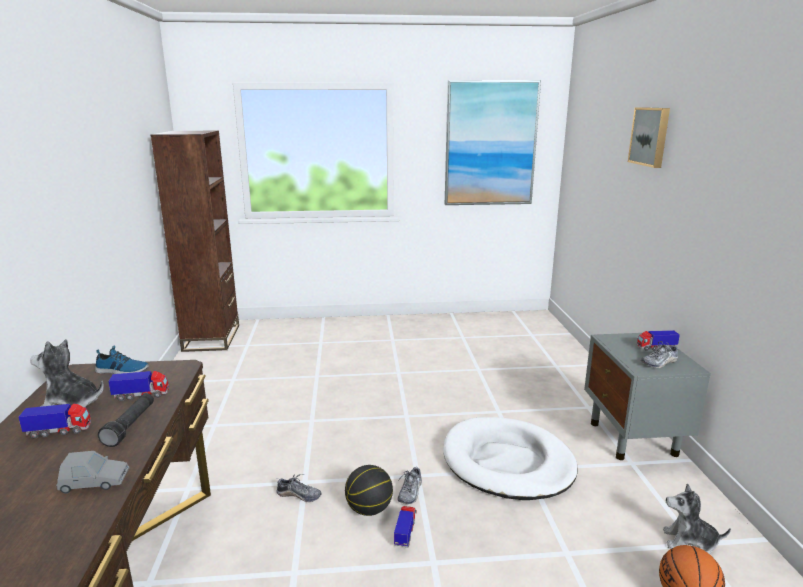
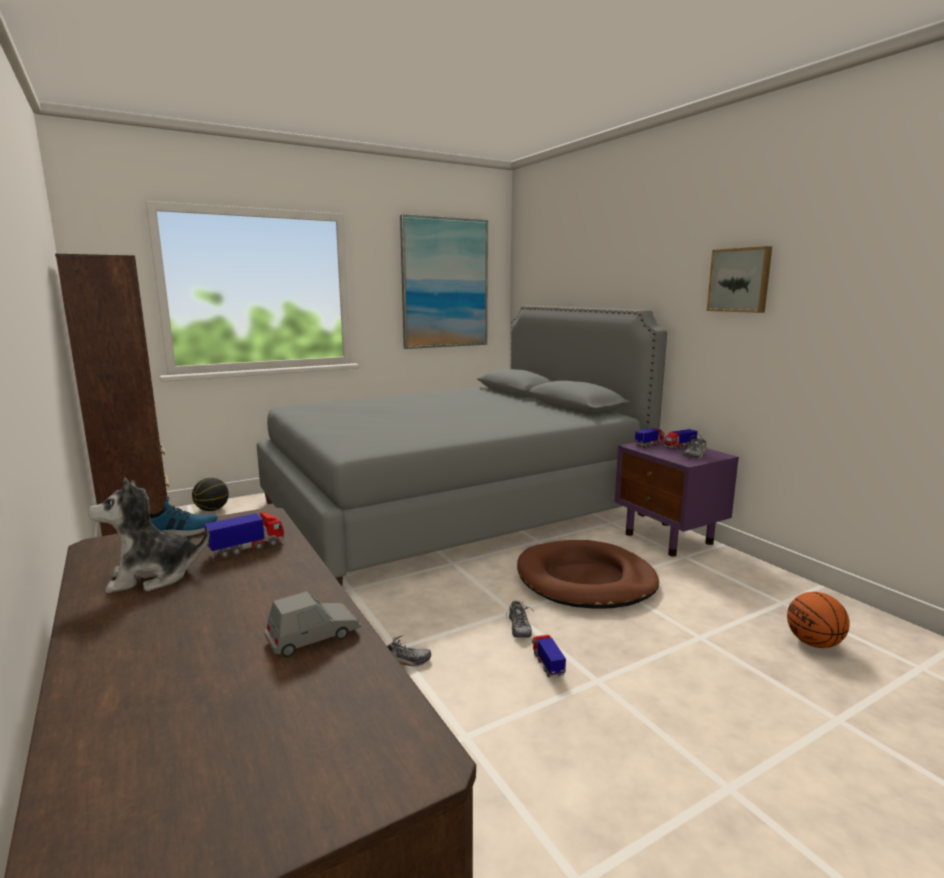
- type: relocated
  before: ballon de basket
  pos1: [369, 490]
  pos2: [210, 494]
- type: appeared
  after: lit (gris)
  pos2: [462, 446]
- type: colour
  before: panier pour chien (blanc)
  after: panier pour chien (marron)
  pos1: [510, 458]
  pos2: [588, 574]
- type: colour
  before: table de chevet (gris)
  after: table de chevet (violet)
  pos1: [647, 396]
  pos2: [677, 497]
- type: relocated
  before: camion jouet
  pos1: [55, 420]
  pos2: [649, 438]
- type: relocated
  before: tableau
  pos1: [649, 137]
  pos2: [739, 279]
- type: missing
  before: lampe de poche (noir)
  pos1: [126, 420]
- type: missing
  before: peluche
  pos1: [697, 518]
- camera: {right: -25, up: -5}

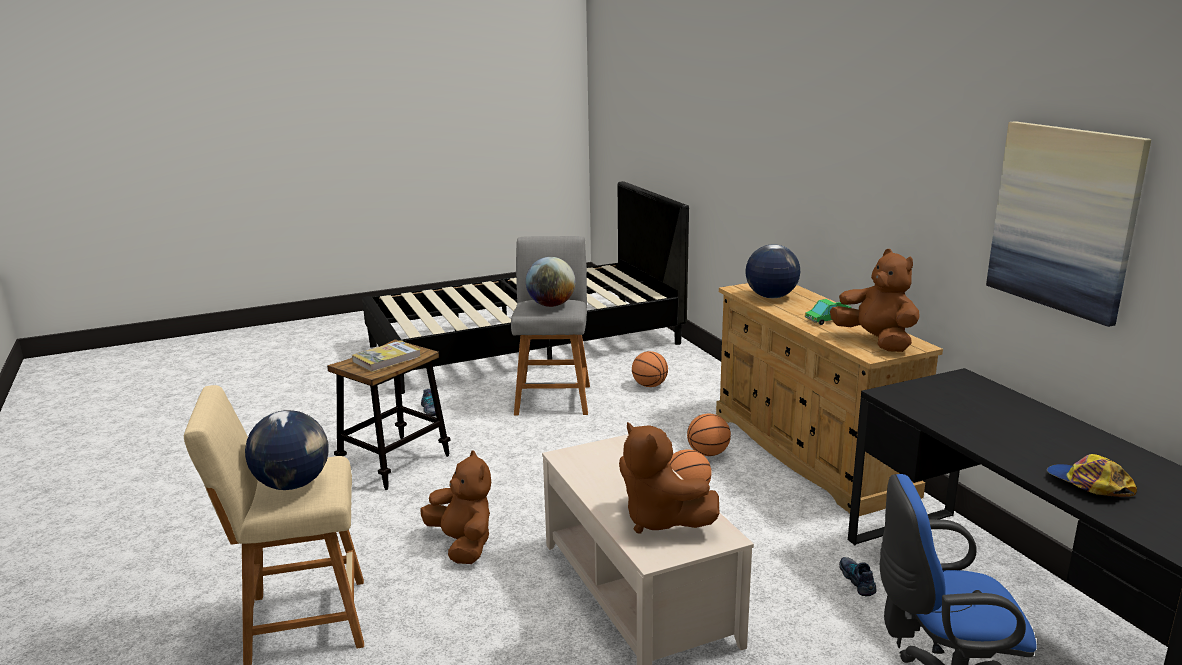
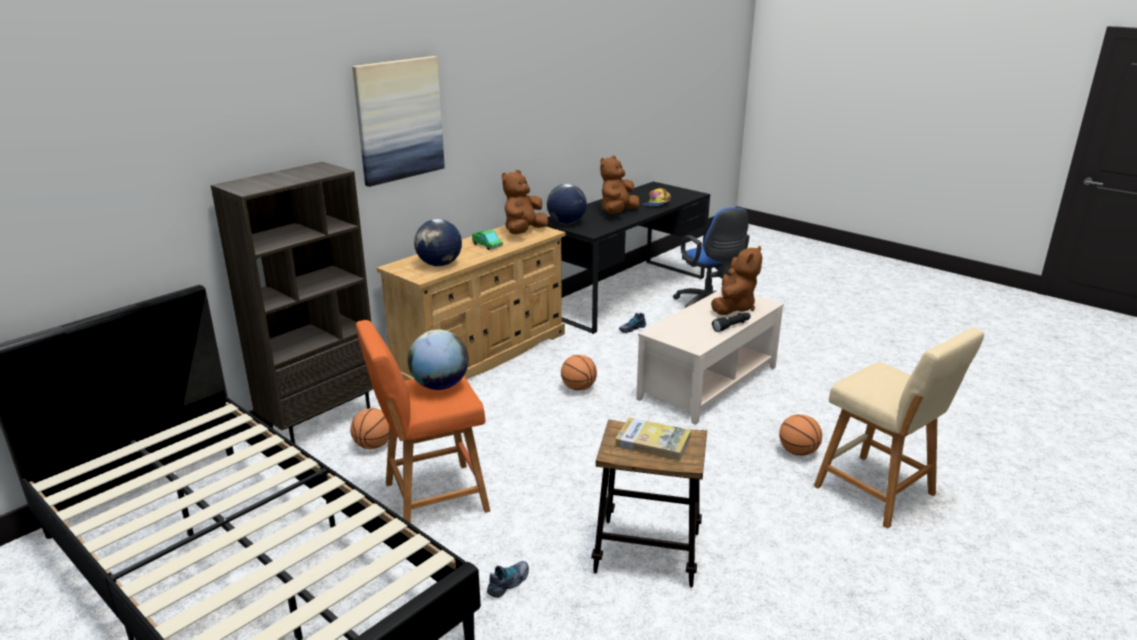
- type: appeared
  after: bibliothèque (marron)
  pos2: [292, 303]
- type: relocated
  before: tableau
  pos1: [1068, 224]
  pos2: [398, 121]
- type: colour
  before: tabouret (gris)
  after: tabouret (orange)
  pos1: [550, 325]
  pos2: [423, 421]
- type: relocated
  before: globe
  pos1: [287, 450]
  pos2: [567, 204]
- type: relocated
  before: peluche (marron)
  pos1: [455, 507]
  pos2: [620, 185]
- type: appeared
  after: lampe de poche (noir)
  pos2: [731, 322]
- type: relocated
  before: ballon de basket
  pos1: [709, 435]
  pos2: [800, 435]
- camera: {right: -115, up: 5}

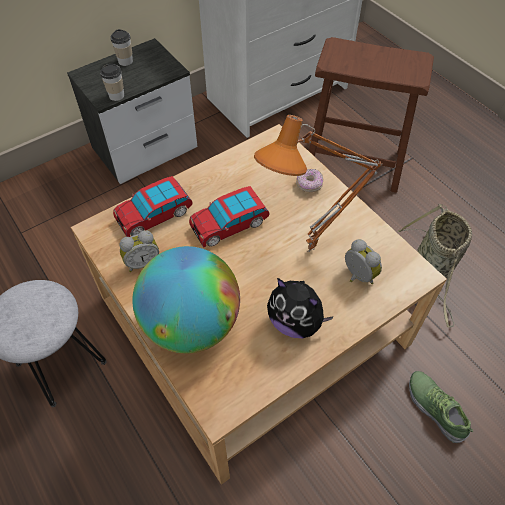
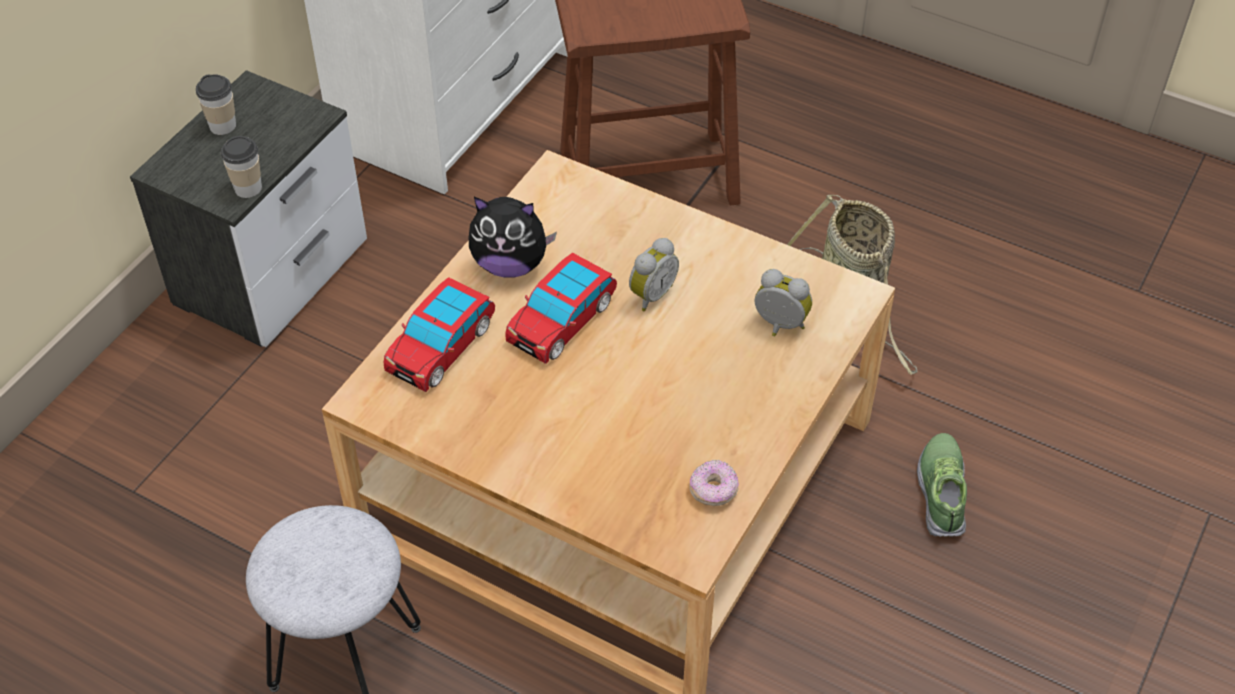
- type: relocated
  before: peluche
  pos1: [300, 308]
  pos2: [513, 237]
- type: relocated
  before: réveil
  pos1: [139, 251]
  pos2: [654, 274]
- type: relocated
  before: beignet
  pos1: [310, 180]
  pos2: [714, 482]
- type: spun
  before: chaussure
  pos1: [441, 407]
  pos2: [942, 485]
  turn: 60
- type: missing
  before: globe
  pos1: [186, 300]
- type: missing
  before: lampe de table (orange)
  pos1: [318, 183]
- camera: {right: -25, up: -5}

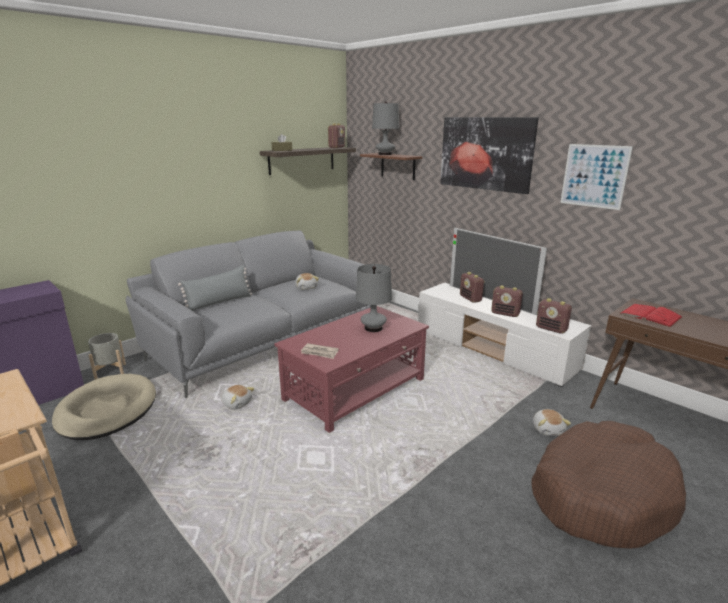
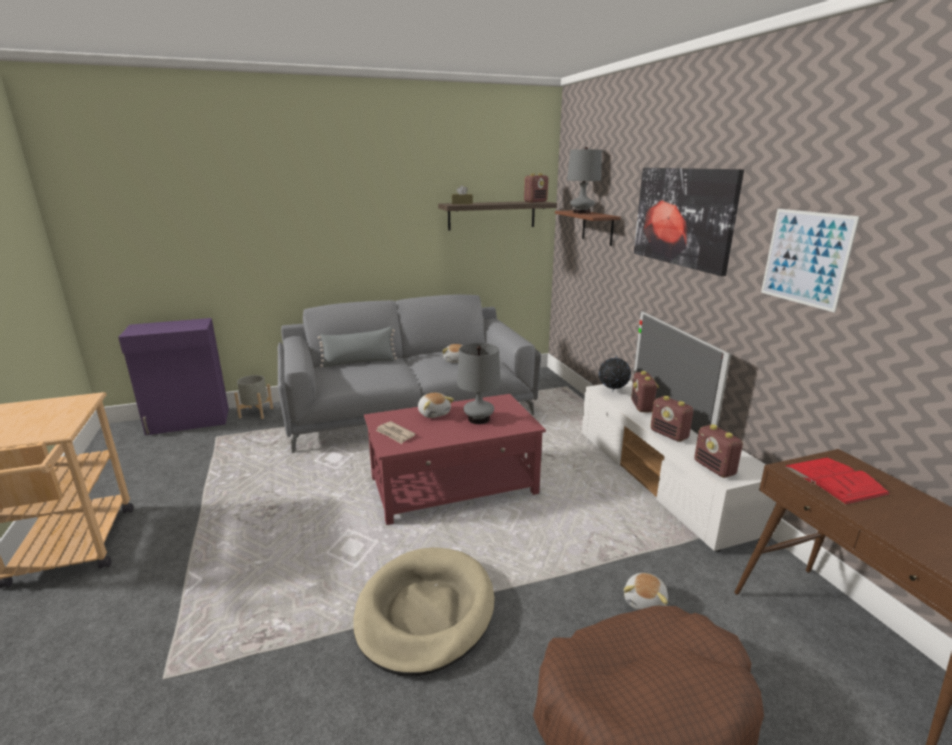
- type: relocated
  before: panier pour chien (beige)
  pos1: [104, 407]
  pos2: [424, 611]
- type: relocated
  before: peluche
  pos1: [238, 397]
  pos2: [436, 405]
- type: appeared
  after: globe
  pos2: [615, 373]
- camera: {right: 25, up: 0}

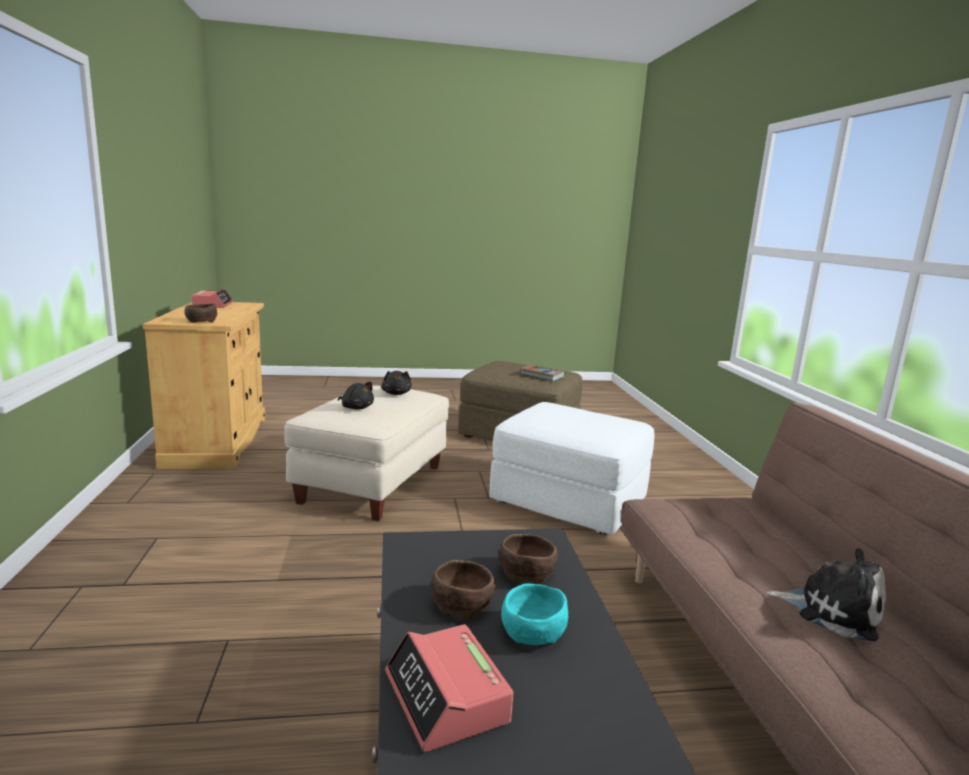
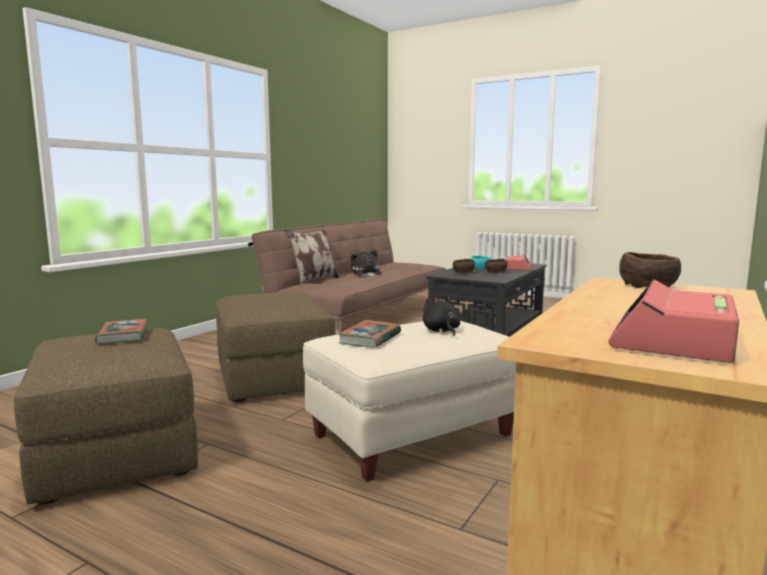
- type: colour
  before: pouf (blanc)
  after: pouf (marron)
  pos1: [571, 468]
  pos2: [275, 347]
- type: appeared
  after: coussin
  pos2: [312, 256]
- type: exchanged
  before: peluche (noir)
  after: livre
  pos1: [396, 383]
  pos2: [369, 334]
- camera: {right: -140, up: -5}

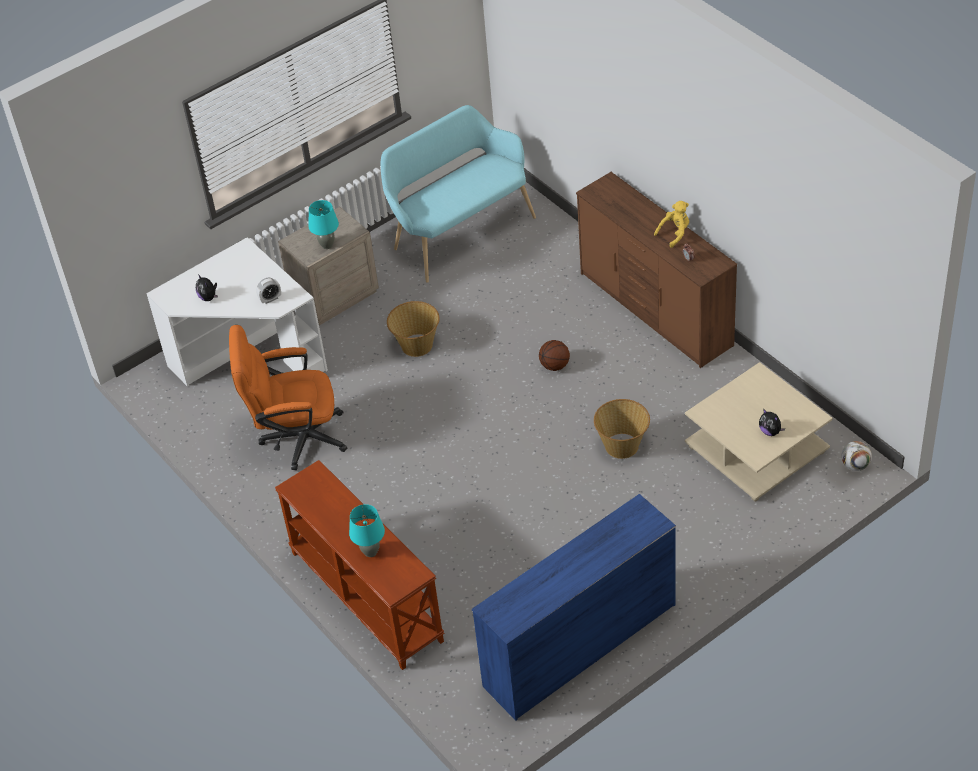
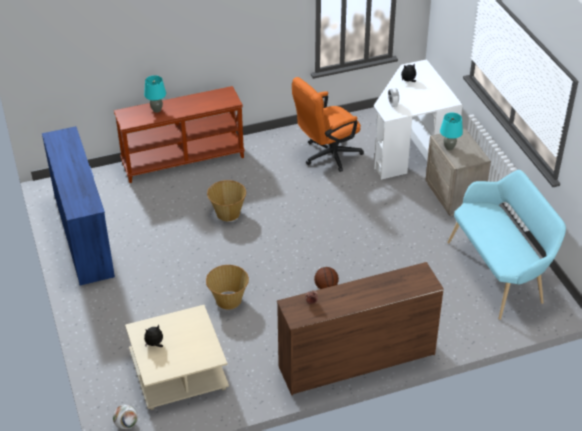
- type: relocated
  before: panier
  pos1: [413, 329]
  pos2: [226, 200]
- type: spun
  before: chaise de bureau (orange)
  pos1: [288, 397]
  pos2: [328, 124]
  turn: -135
- type: missing
  before: peluche (jaune)
  pos1: [671, 224]
- camera: {right: 105, up: -5}

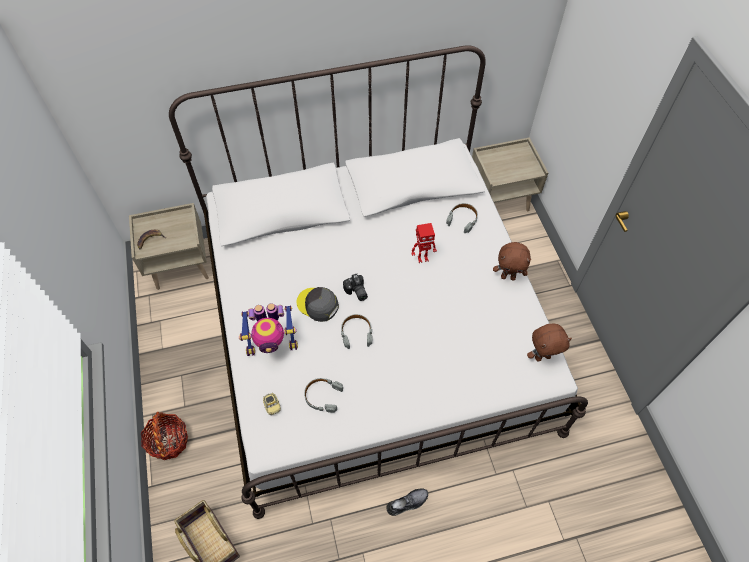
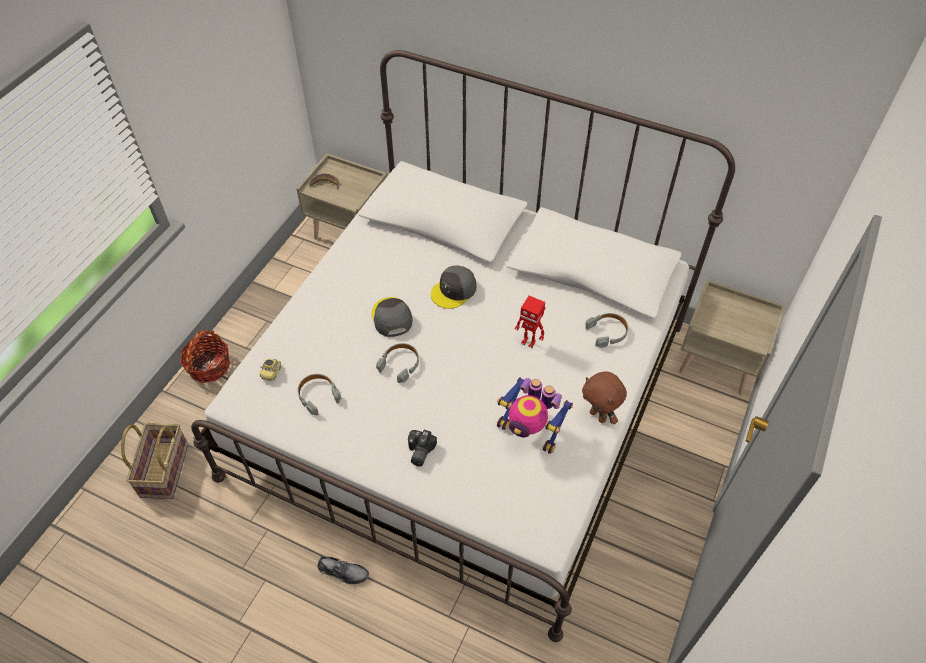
- type: relocated
  before: appareil photo
  pos1: [355, 287]
  pos2: [422, 448]
- type: appeared
  after: casquette (gris)
  pos2: [454, 287]
- type: relocated
  before: robot jouet
  pos1: [268, 329]
  pos2: [535, 415]
- type: missing
  before: peluche (marron)
  pos1: [549, 343]
- camera: {right: 40, up: -5}

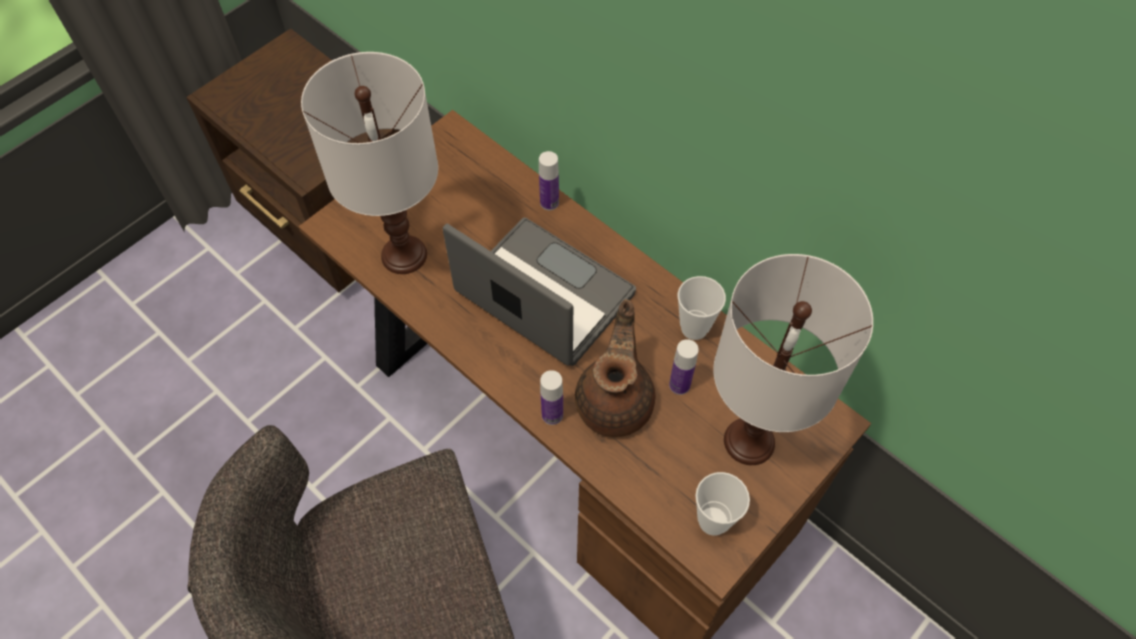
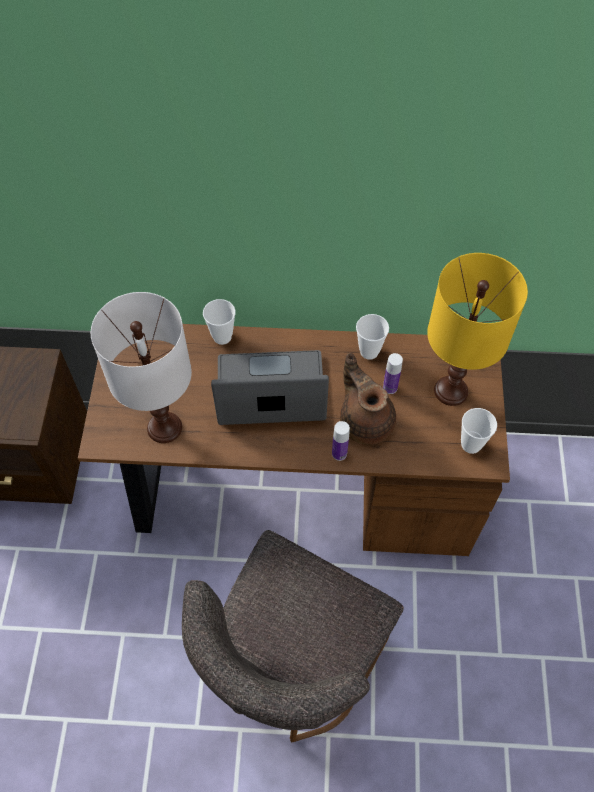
- type: exchanged
  before: bouteille
  after: tasse
  pos1: [549, 180]
  pos2: [219, 322]
- type: colour
  before: lampe de table (blanc)
  after: lampe de table (jaune)
  pos1: [793, 359]
  pos2: [477, 329]
- camera: {right: -40, up: 0}

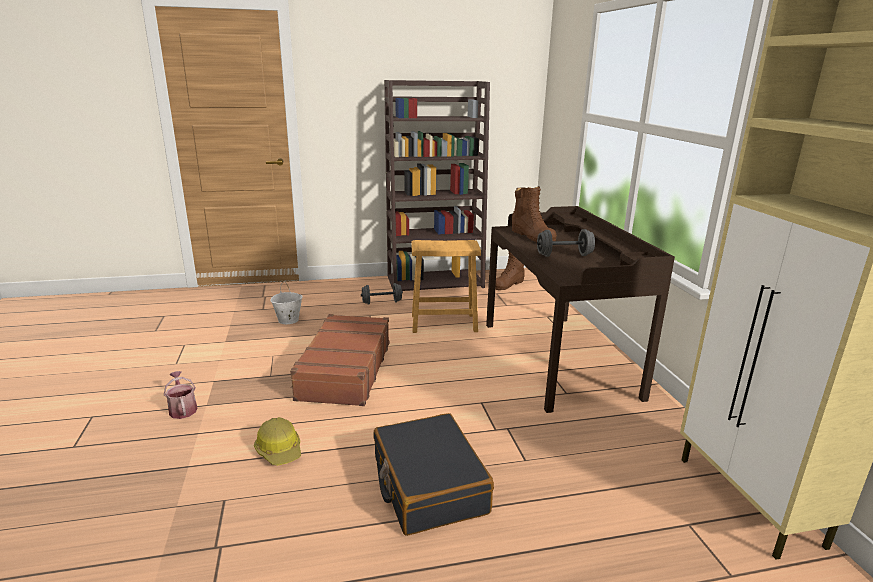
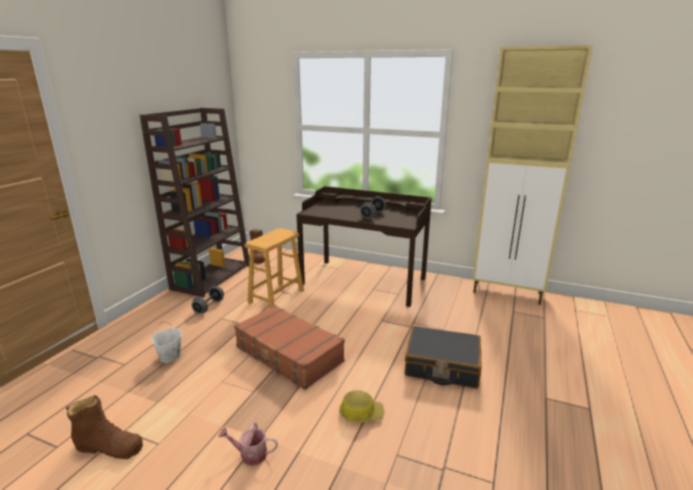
- type: relocated
  before: botte (marron)
  pos1: [534, 214]
  pos2: [104, 427]
- camera: {right: -55, up: 0}

